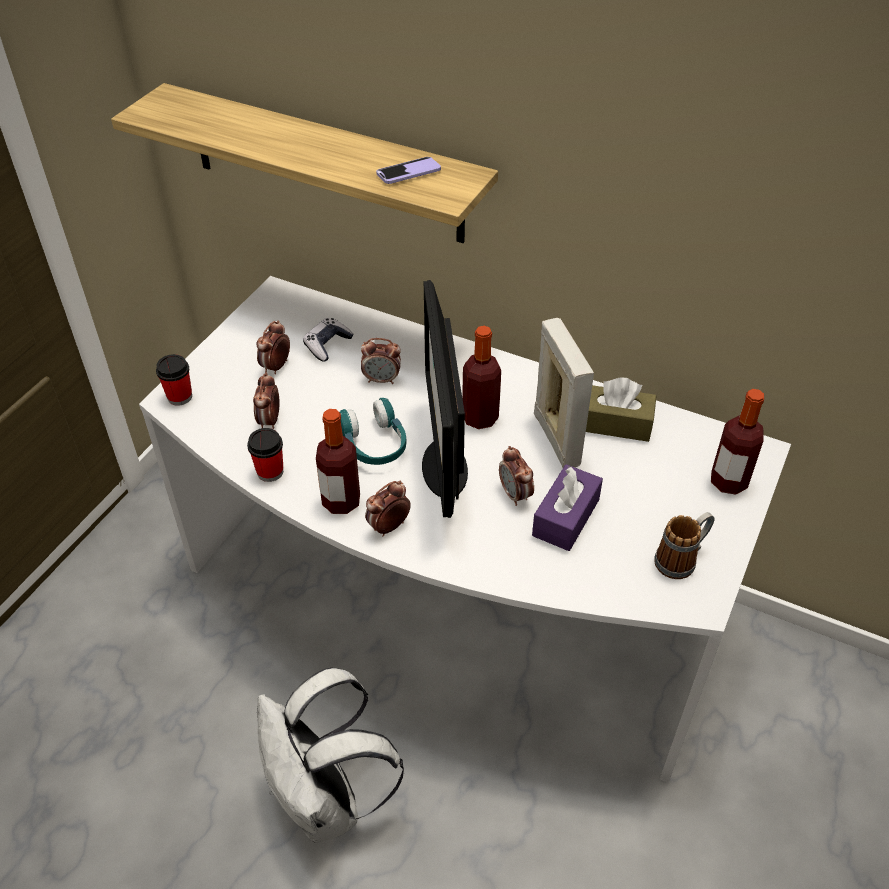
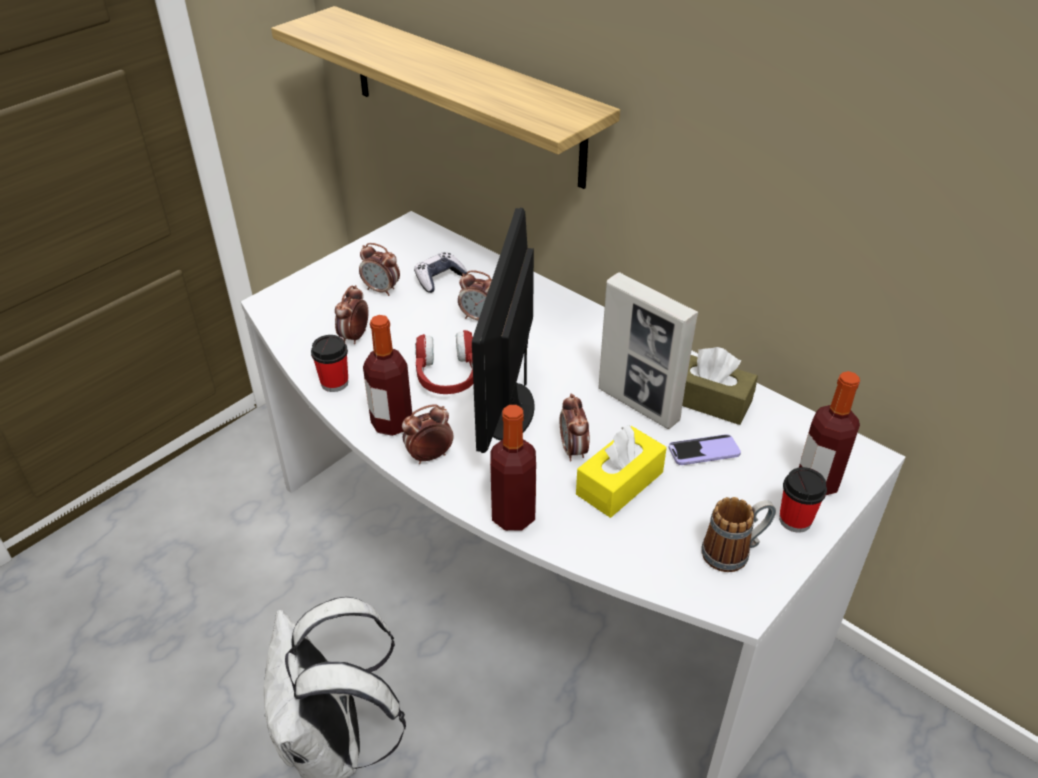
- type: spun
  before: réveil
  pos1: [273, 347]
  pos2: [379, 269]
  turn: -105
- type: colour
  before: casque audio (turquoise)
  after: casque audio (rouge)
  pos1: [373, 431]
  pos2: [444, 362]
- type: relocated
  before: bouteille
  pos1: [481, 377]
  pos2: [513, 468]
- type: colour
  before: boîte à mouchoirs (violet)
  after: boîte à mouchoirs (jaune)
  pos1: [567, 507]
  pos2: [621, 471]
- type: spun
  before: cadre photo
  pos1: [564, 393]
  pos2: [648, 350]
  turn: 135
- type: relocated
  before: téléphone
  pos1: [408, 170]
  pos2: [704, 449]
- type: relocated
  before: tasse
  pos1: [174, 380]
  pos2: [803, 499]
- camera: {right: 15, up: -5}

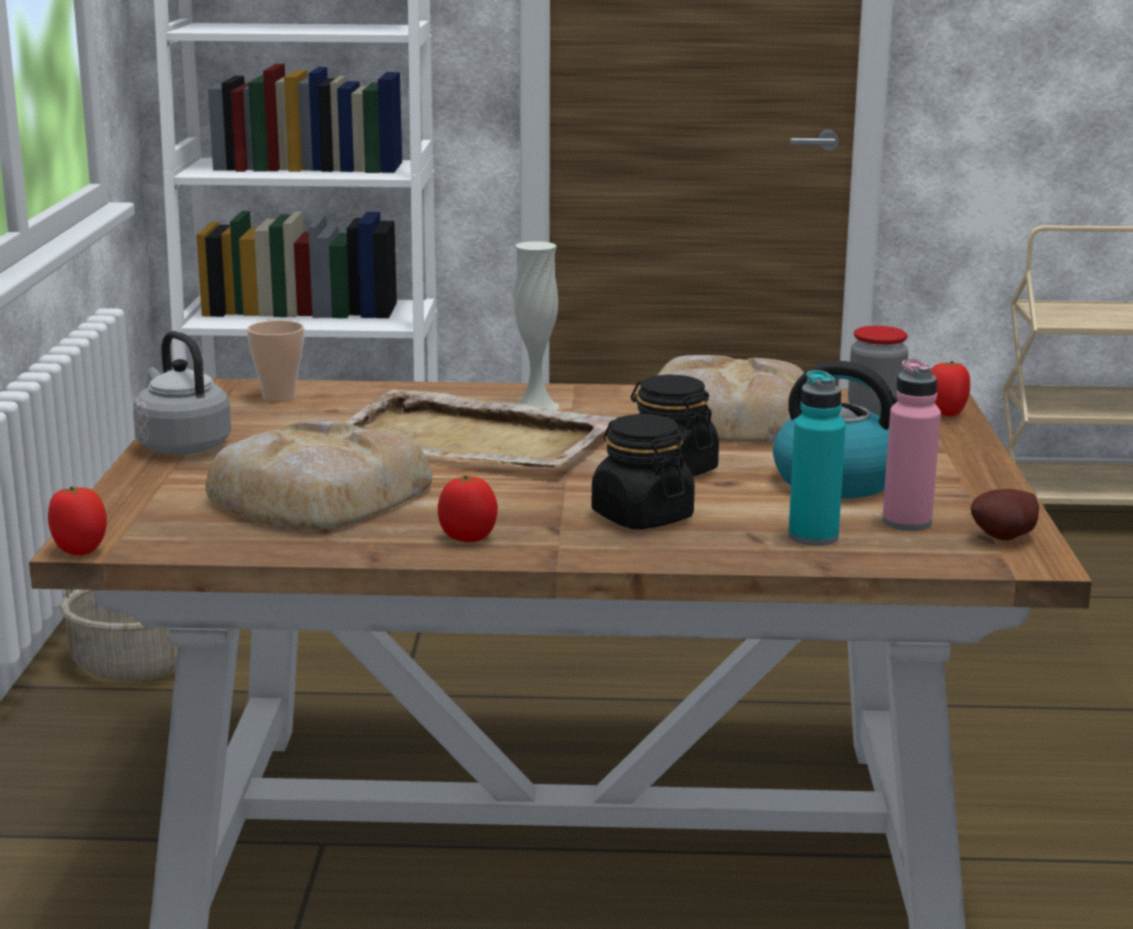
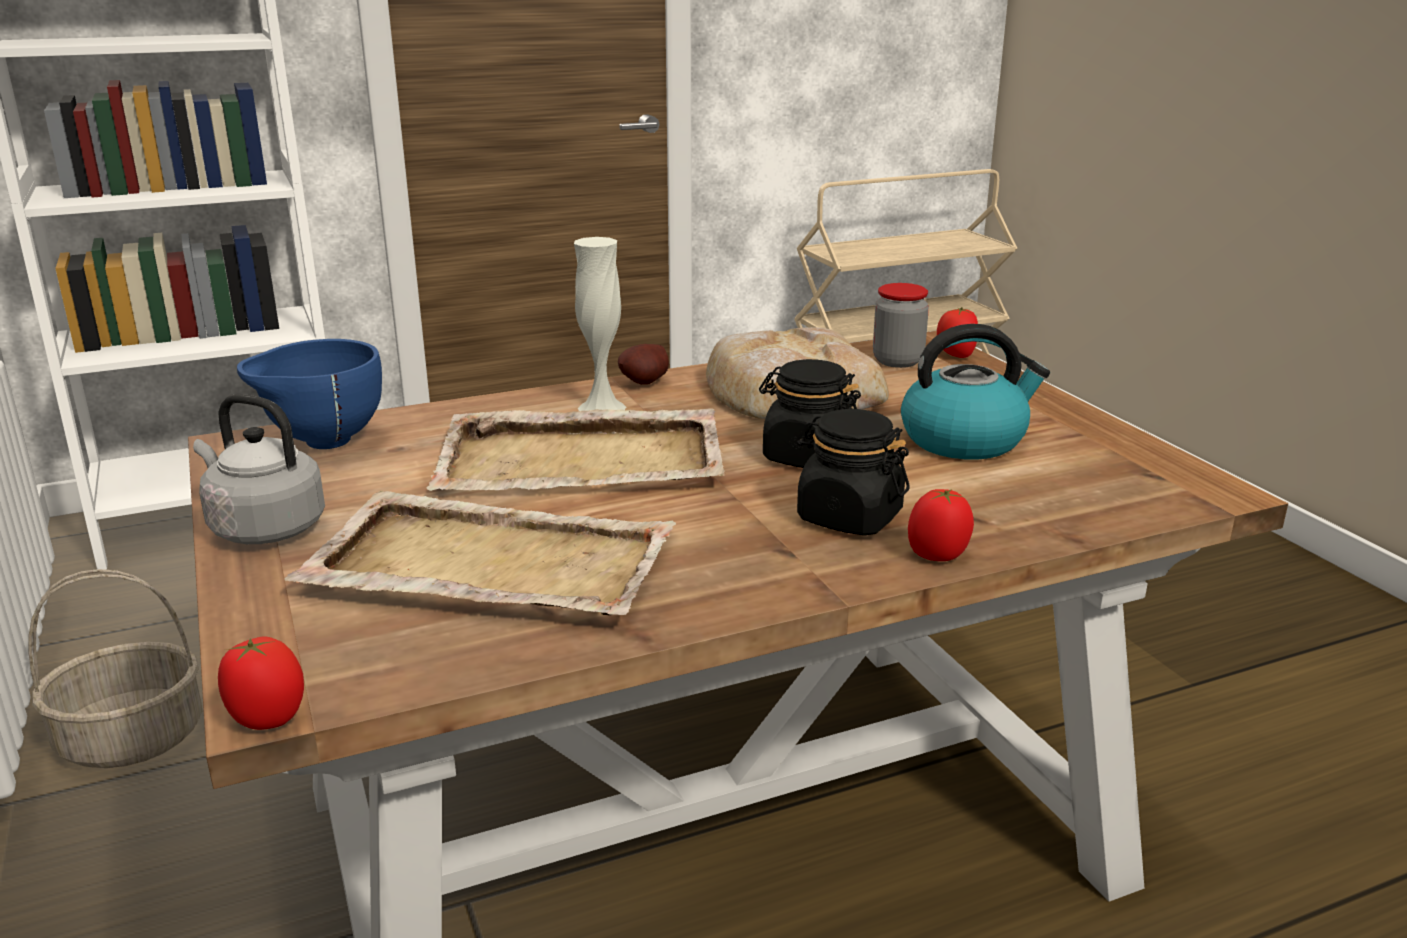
- type: exchanged
  before: tasse
  after: bol (bleu)
  pos1: [275, 361]
  pos2: [309, 394]
- type: exchanged
  before: pain
  after: plateau (beige)
  pos1: [318, 474]
  pos2: [480, 553]
- type: relocated
  before: pomme de terre
  pos1: [1005, 515]
  pos2: [643, 364]
- type: relocated
  before: tomate
  pos1: [468, 508]
  pos2: [941, 525]
- type: missing
  before: bouteille (turquoise)
  pos1: [817, 458]
- type: missing
  before: bouteille (rose)
  pos1: [911, 445]
- camera: {right: -25, up: 5}

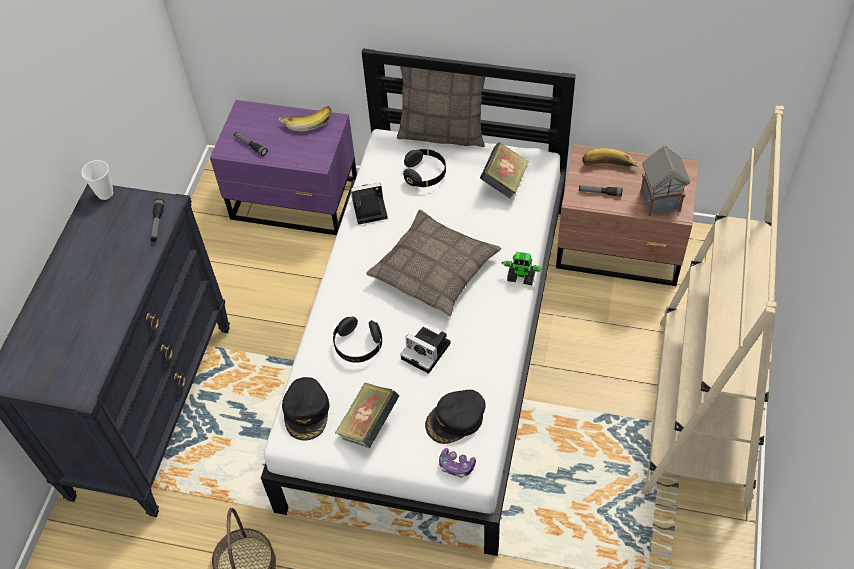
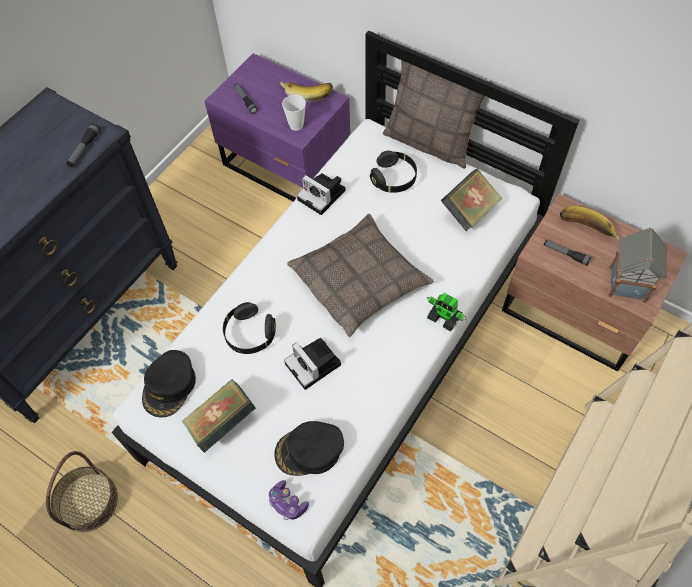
- type: relocated
  before: tasse
  pos1: [97, 180]
  pos2: [294, 113]
- type: spun
  before: appareil photo
  pos1: [369, 204]
  pos2: [321, 194]
  turn: -150
- camera: {right: 20, up: 5}

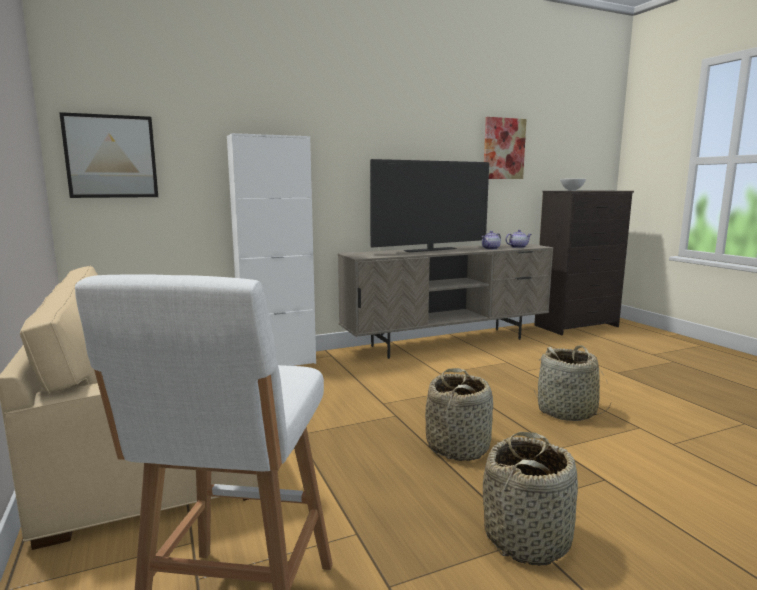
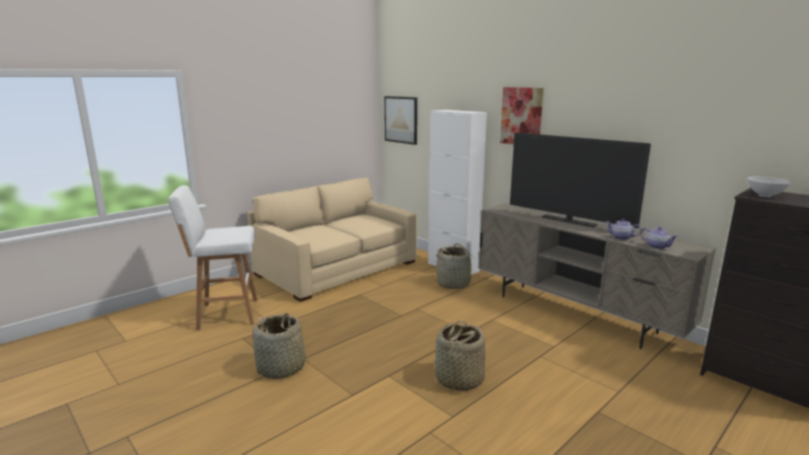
- type: relocated
  before: panier
  pos1: [459, 414]
  pos2: [455, 266]
- type: relocated
  before: tableau
  pos1: [505, 148]
  pos2: [522, 115]
- camera: {right: 70, up: 5}

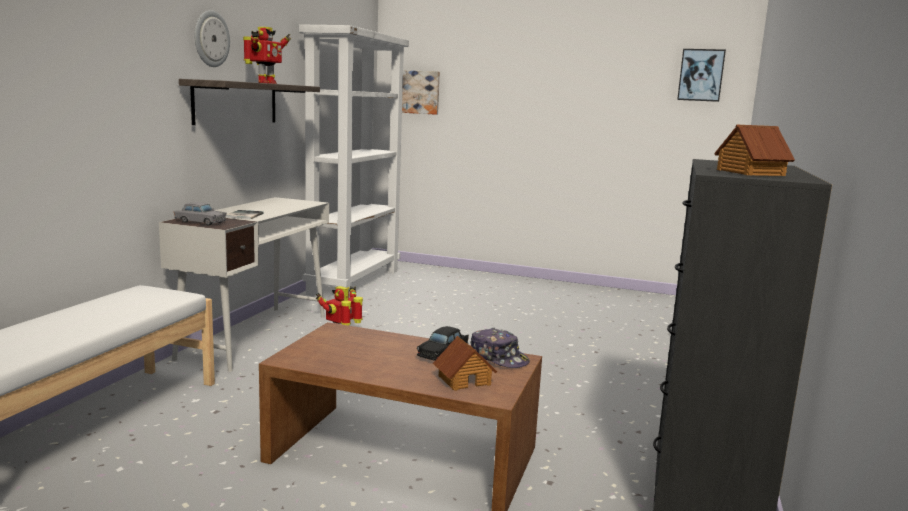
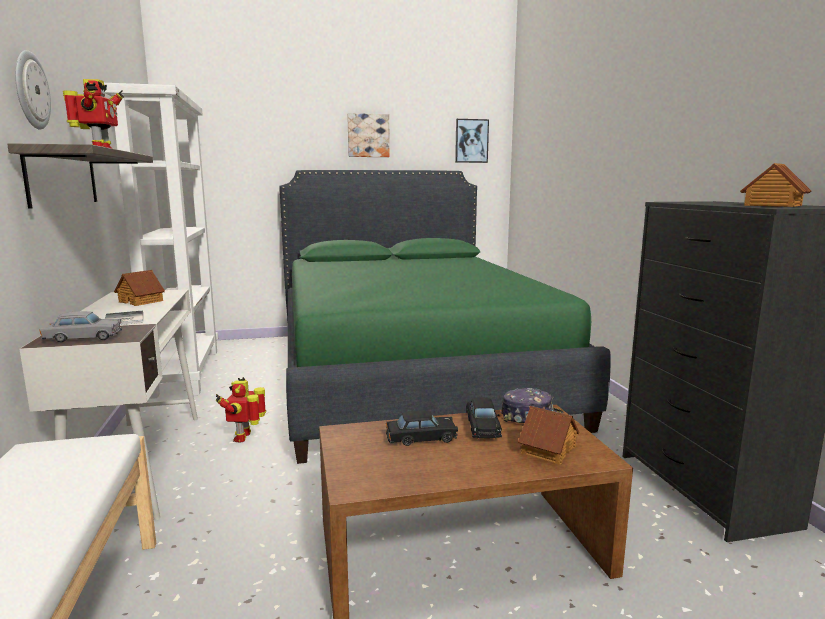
- type: appeared
  after: maison miniature
  pos2: [139, 288]
- type: appeared
  after: lit (vert)
  pos2: [445, 317]
- type: relocated
  before: tableau
  pos1: [421, 92]
  pos2: [368, 135]
- type: appeared
  after: petite voiture (noir)
  pos2: [422, 428]
- camera: {right: -30, up: 0}

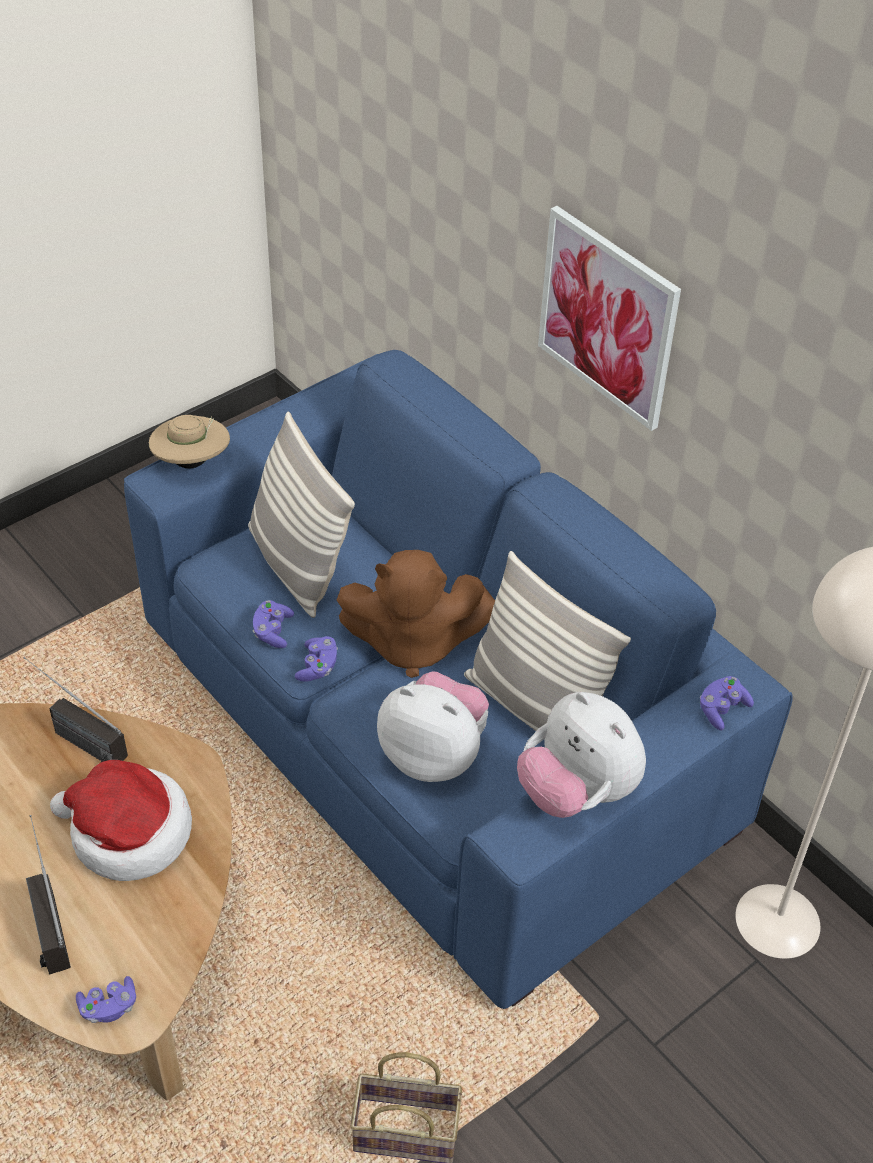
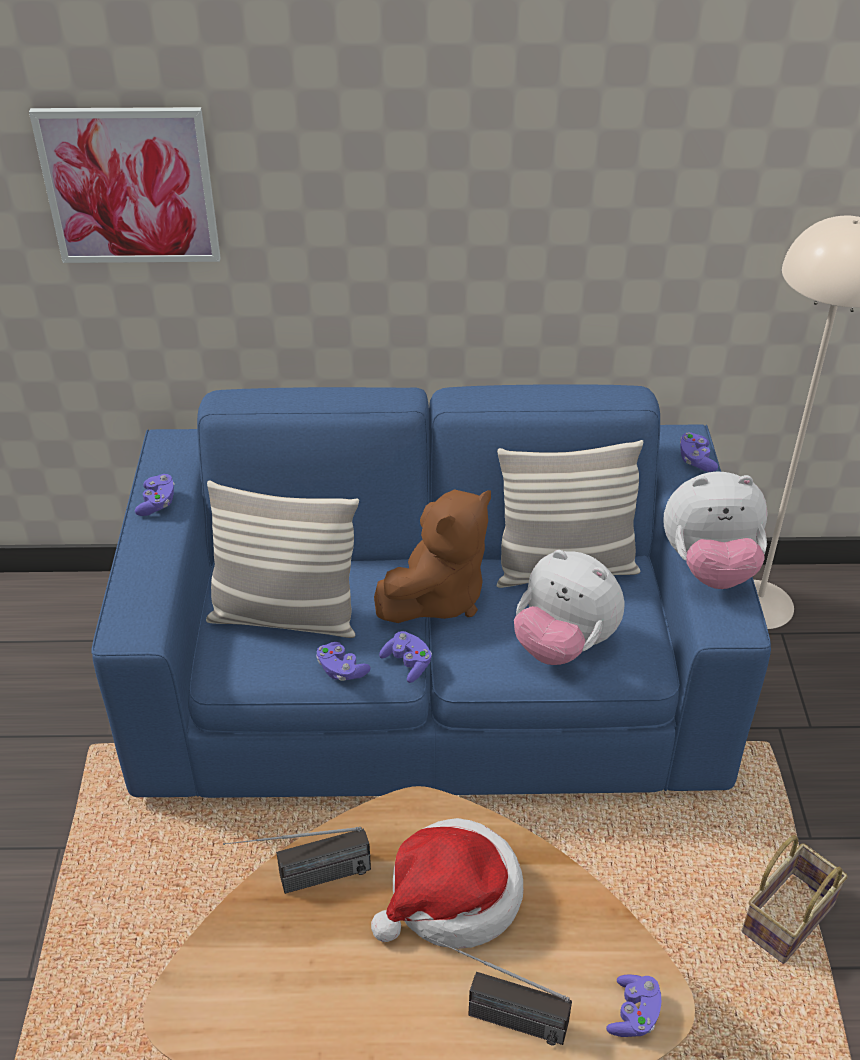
- type: relocated
  before: tableau
  pos1: [609, 318]
  pos2: [125, 185]
- type: appeared
  after: manette (violet)
  pos2: [155, 495]
- type: spun
  before: peluche
  pos1: [433, 726]
  pos2: [569, 607]
  turn: -120
- type: missing
  before: chapeau (beige)
  pos1: [189, 442]
- camera: {right: -50, up: -5}

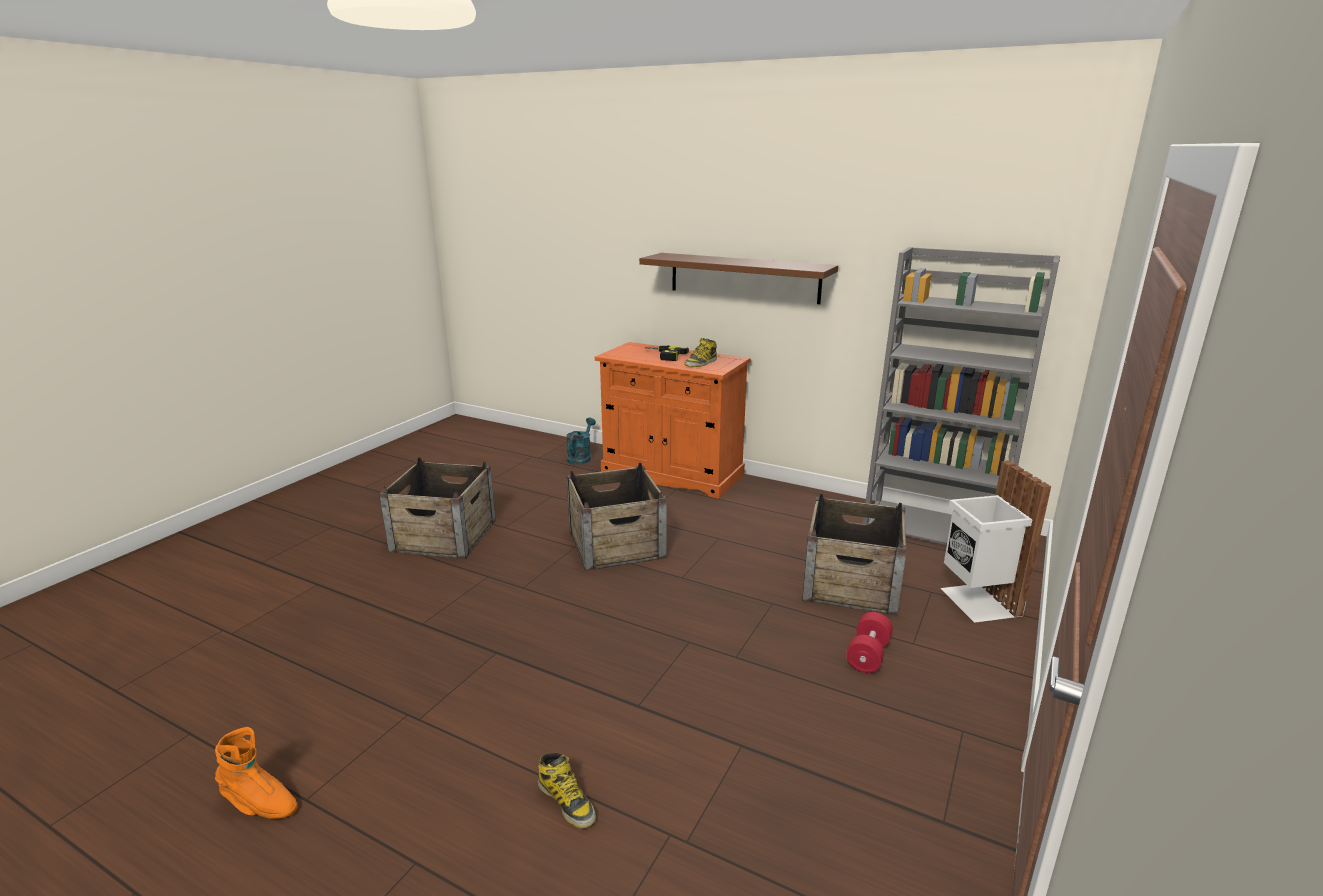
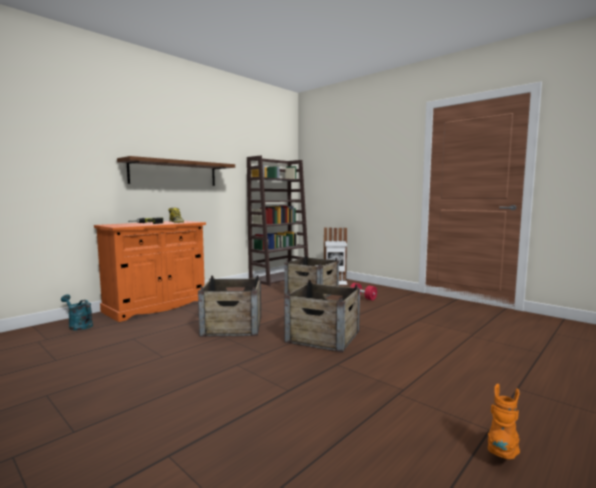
- type: colour
  before: bibliothèque (gris)
  after: bibliothèque (marron)
  pos1: [961, 396]
  pos2: [277, 220]
- type: relocated
  before: caisse
  pos1: [437, 508]
  pos2: [322, 316]
- type: missing
  before: botte
  pos1: [567, 790]
- camera: {right: -75, up: -15}

